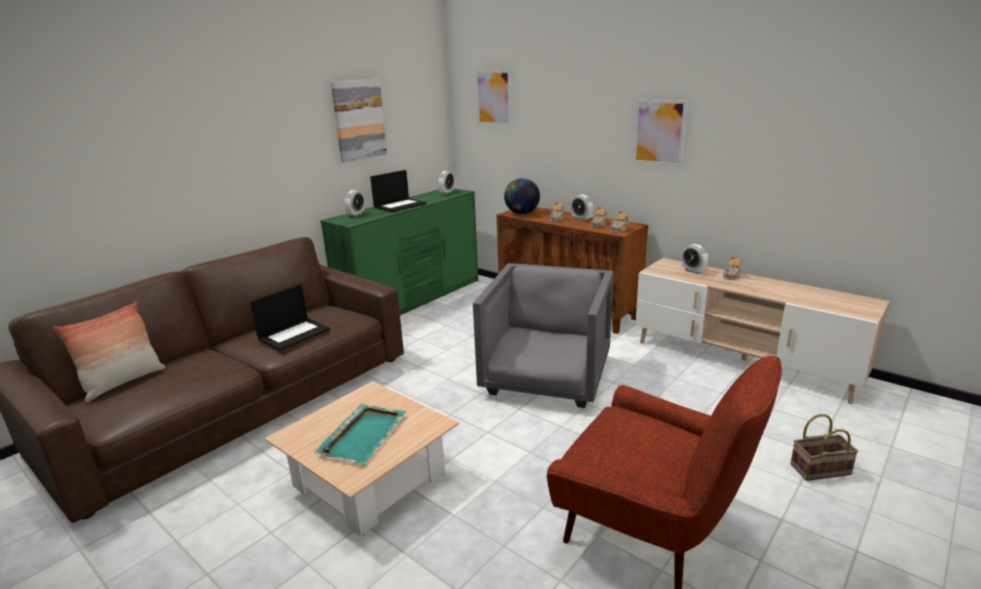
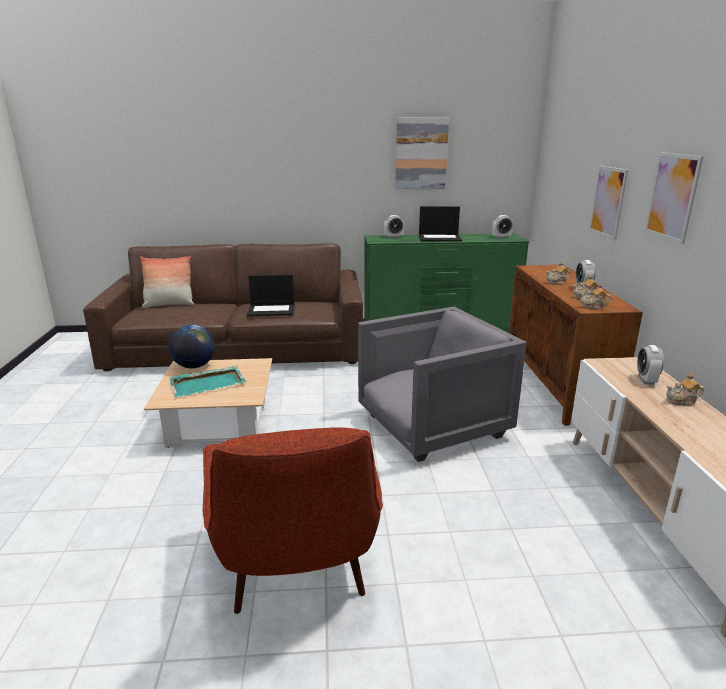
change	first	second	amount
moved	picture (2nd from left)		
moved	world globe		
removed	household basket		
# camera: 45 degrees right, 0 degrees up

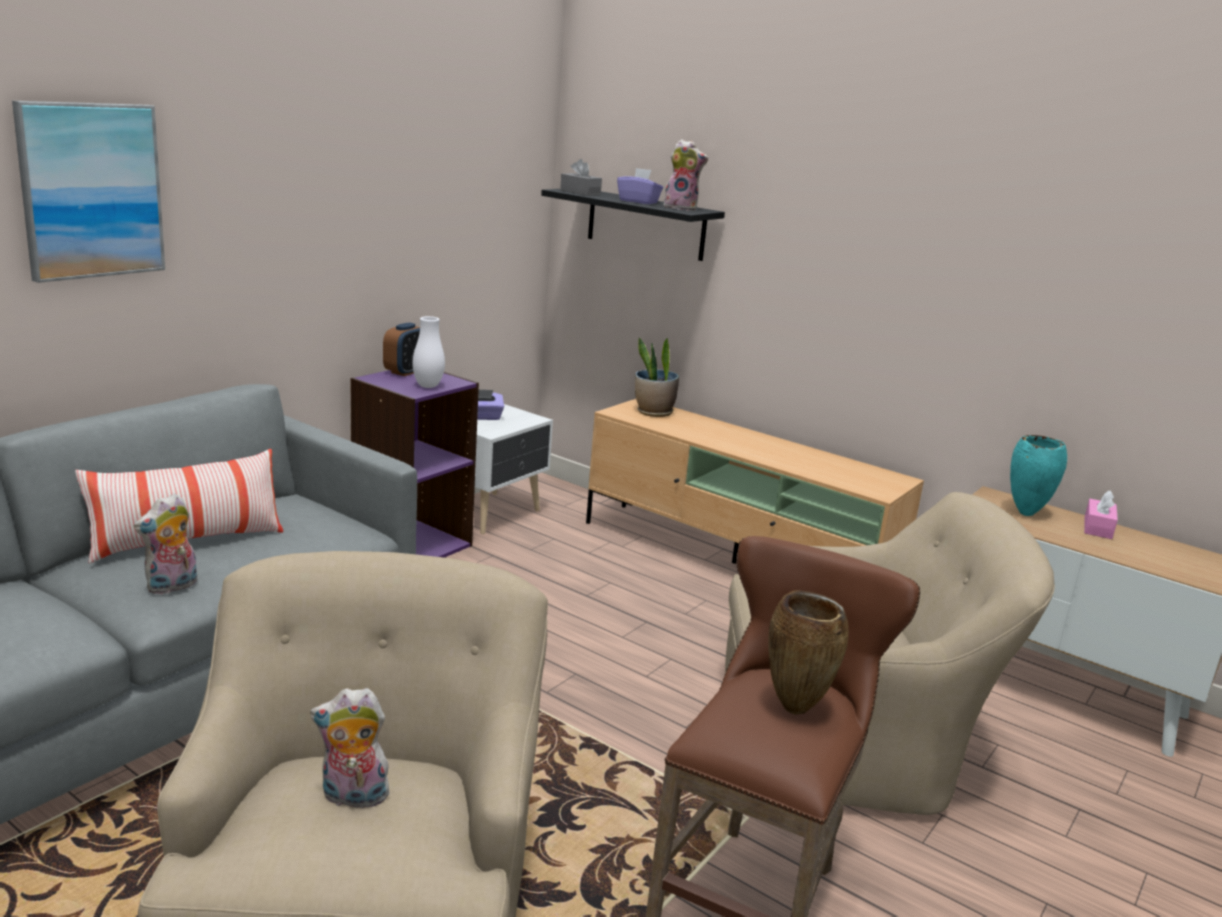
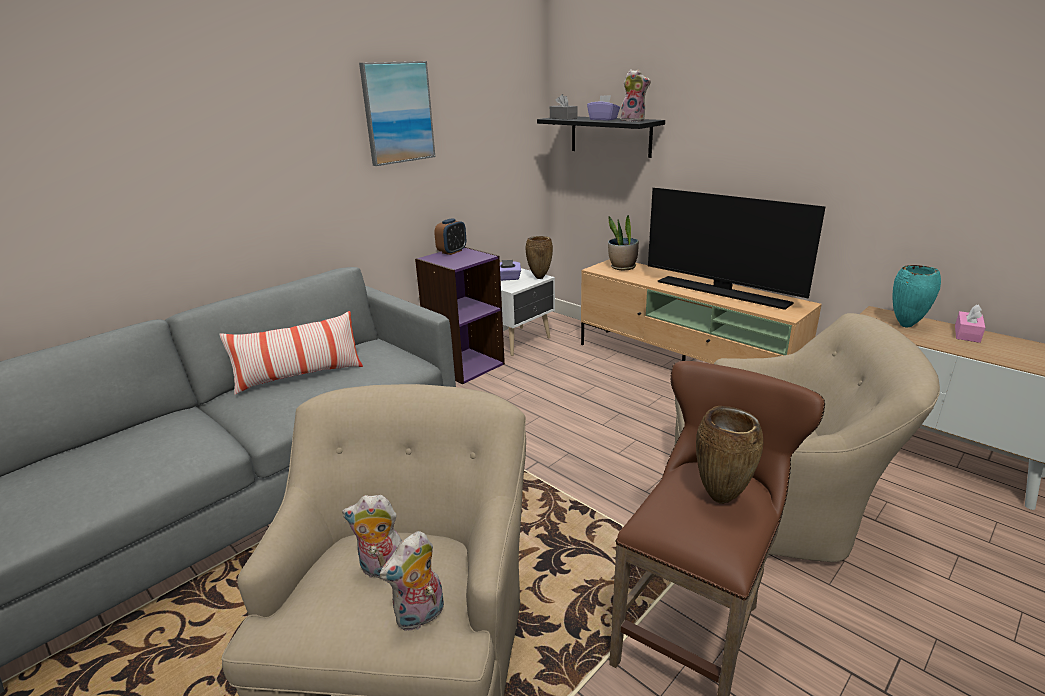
change	first	second	amount
moved	picture		
removed	flower vase (white-coloured)		
moved	plush toy (1st from left in the first image)	plush toy (2nd from left)	
added		television	
added		flower vase (brown) (1st from left)	
# camera: 10 degrees right, 5 degrees up

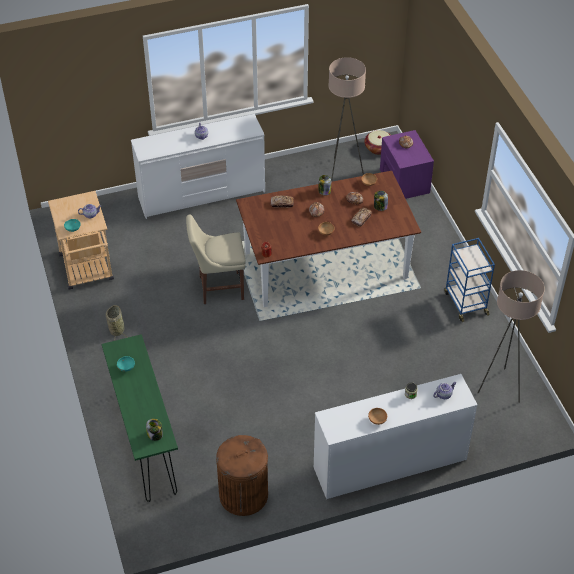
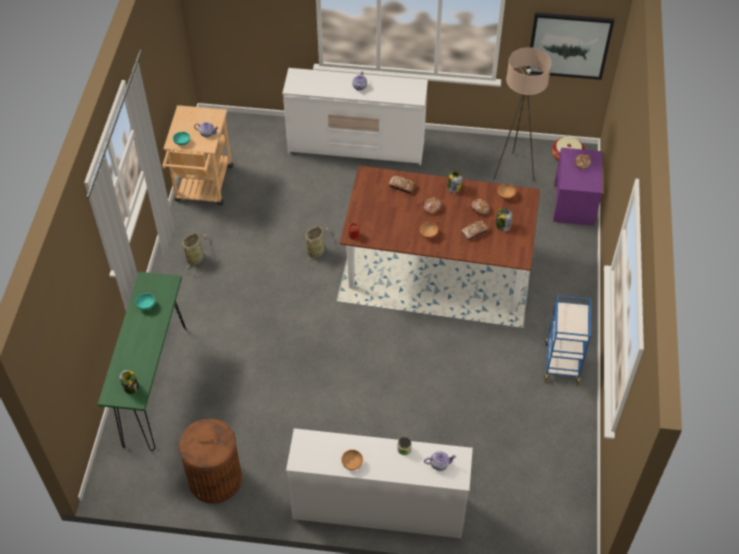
change	first	second	amount
replaced	plain chair (beige-coloured)	household basket (2nd from left)	
removed	standard lamp (beige-coloured) (2nd from left)		
added		picture	
# camera: 25 degrees right, 5 degrees up

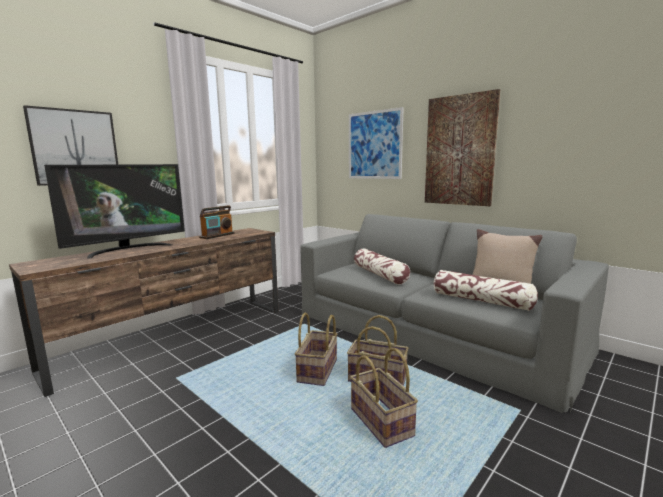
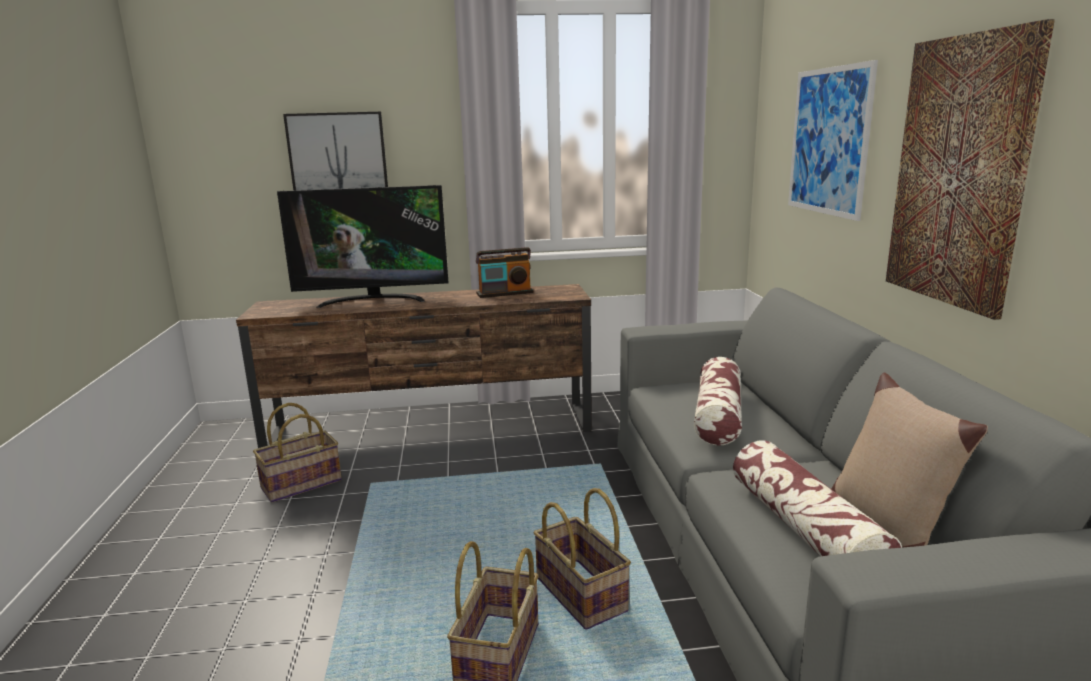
change	first	second	amount
moved	household basket (1st from left)		
# camera: 40 degrees right, 5 degrees up

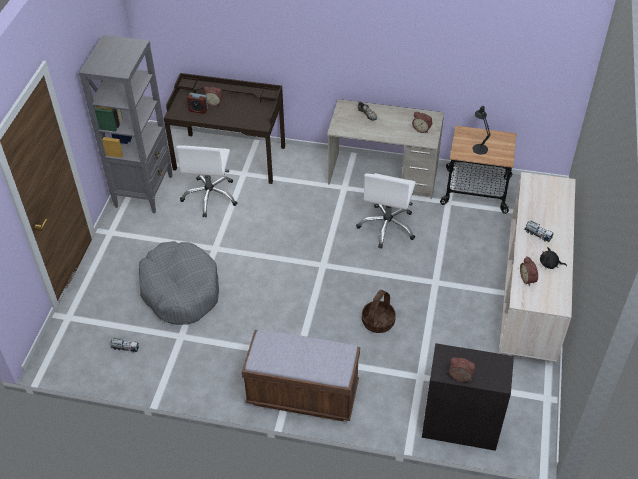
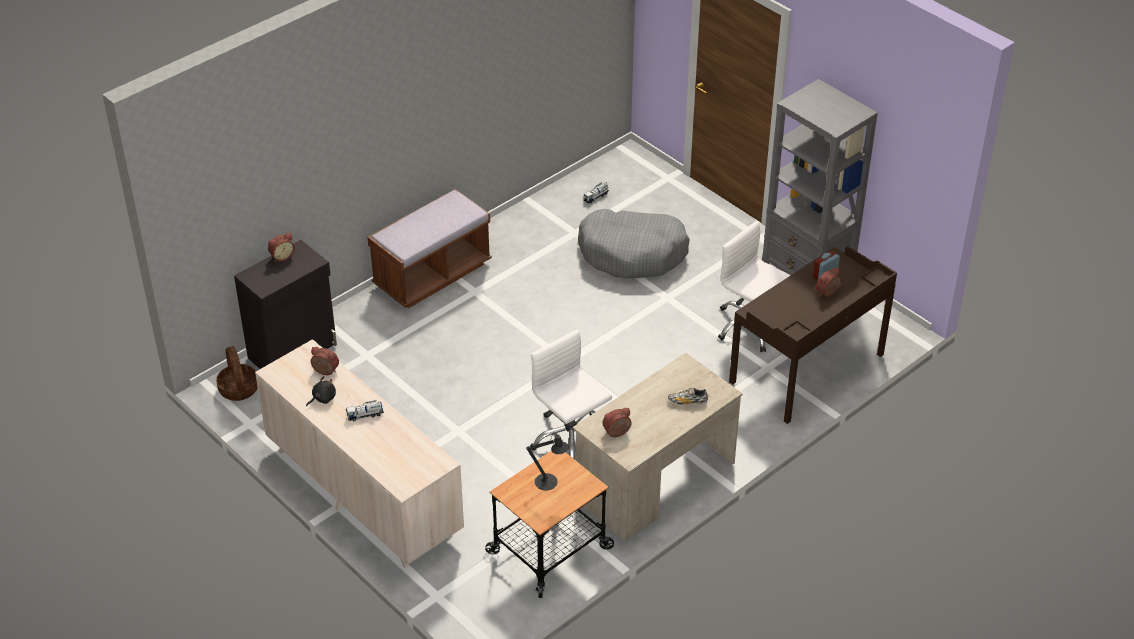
change	first	second	amount
moved	household basket		
# camera: 125 degrees right, 5 degrees down

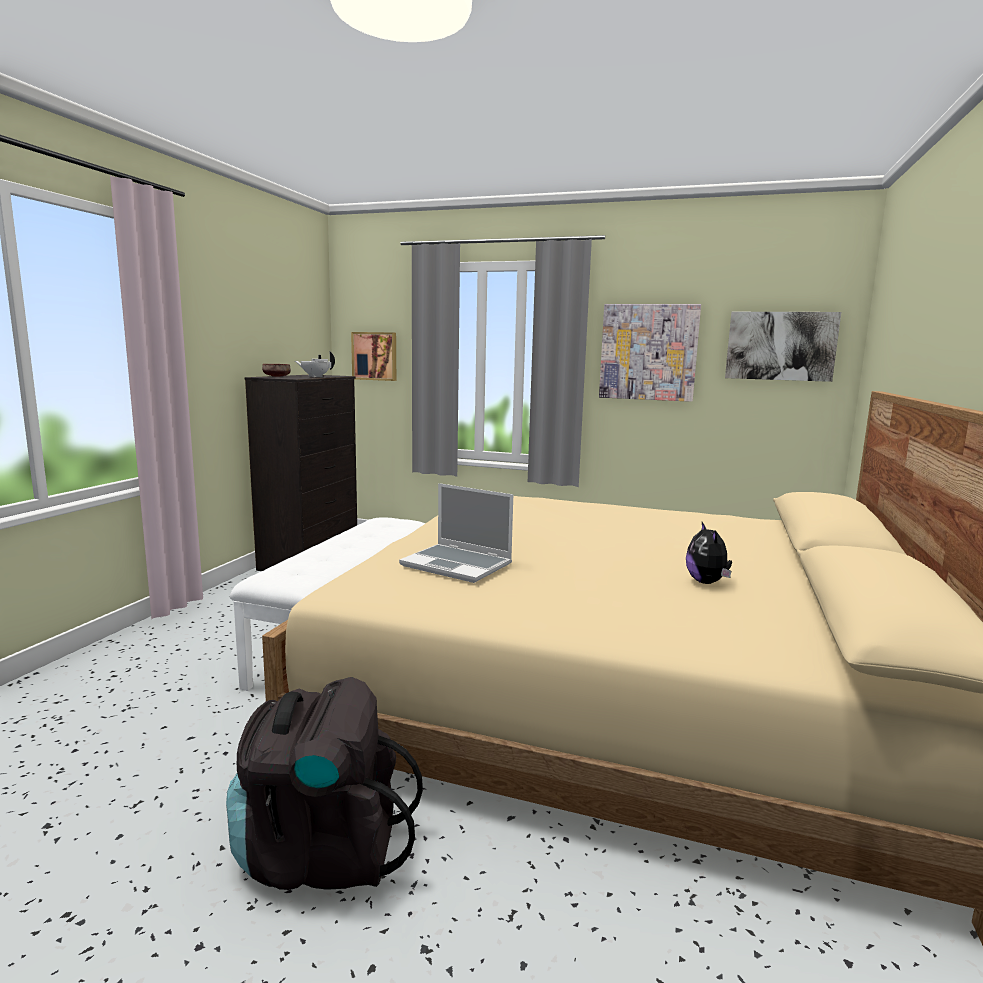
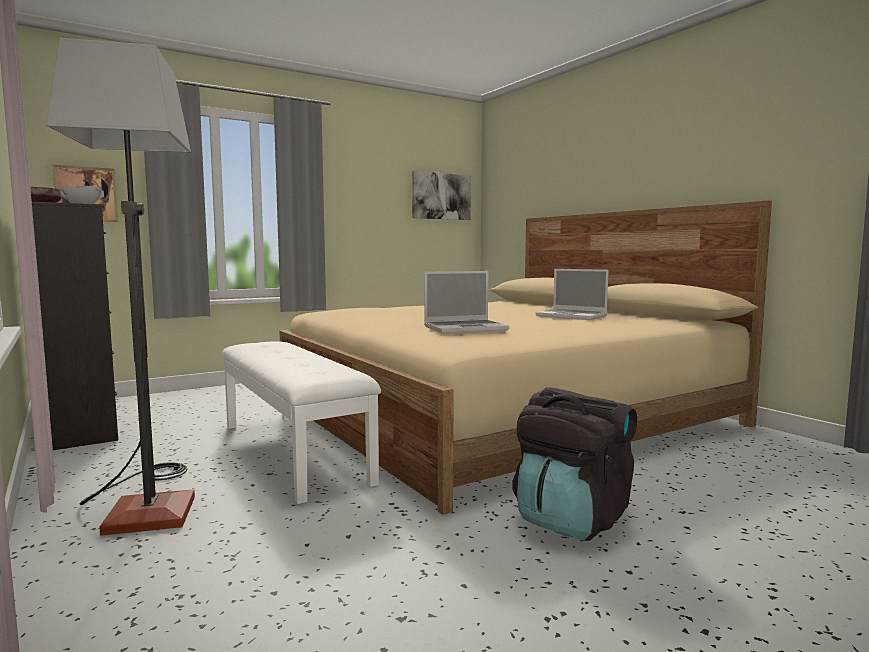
change	first	second	amount
removed	picture (2nd from left)		
replaced	plush toy	notebook computer (2nd from left)	
added		standard lamp	
# camera: 50 degrees left, 5 degrees down

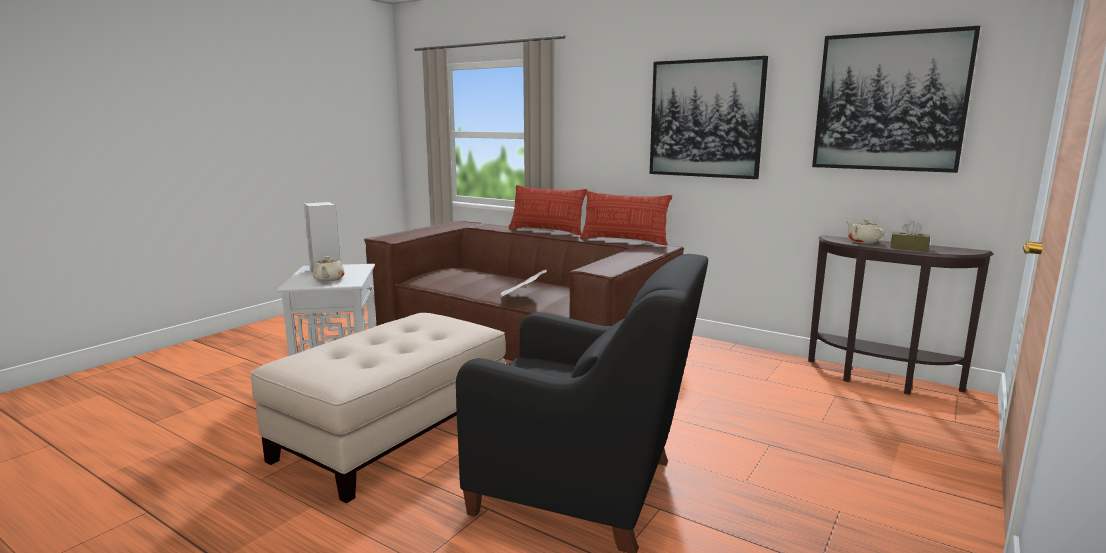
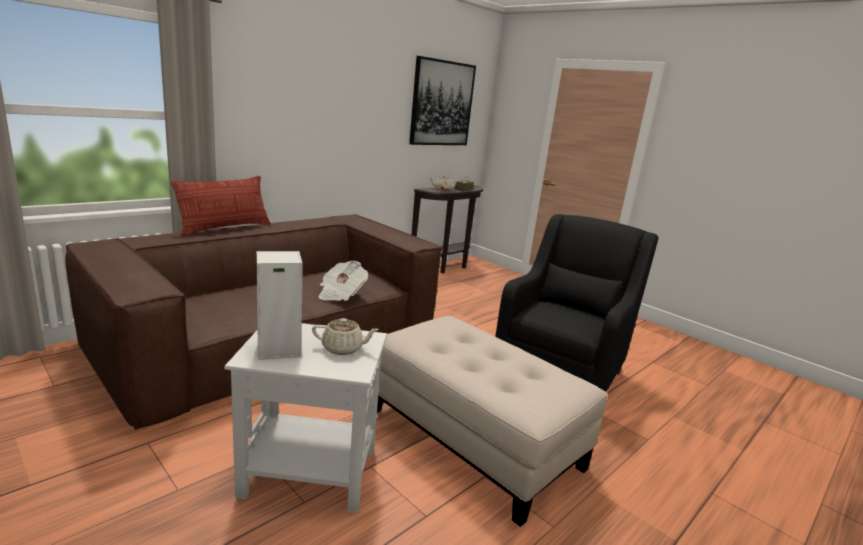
change	first	second	amount
removed	picture (1st from left)		
removed	throw pillow (2nd from left)		
# camera: 80 degrees left, 5 degrees up

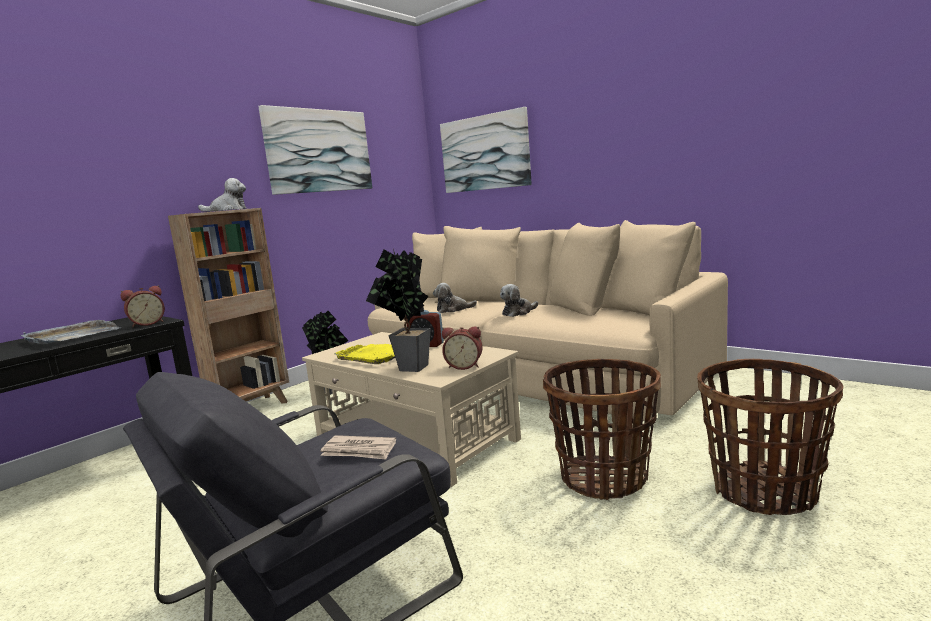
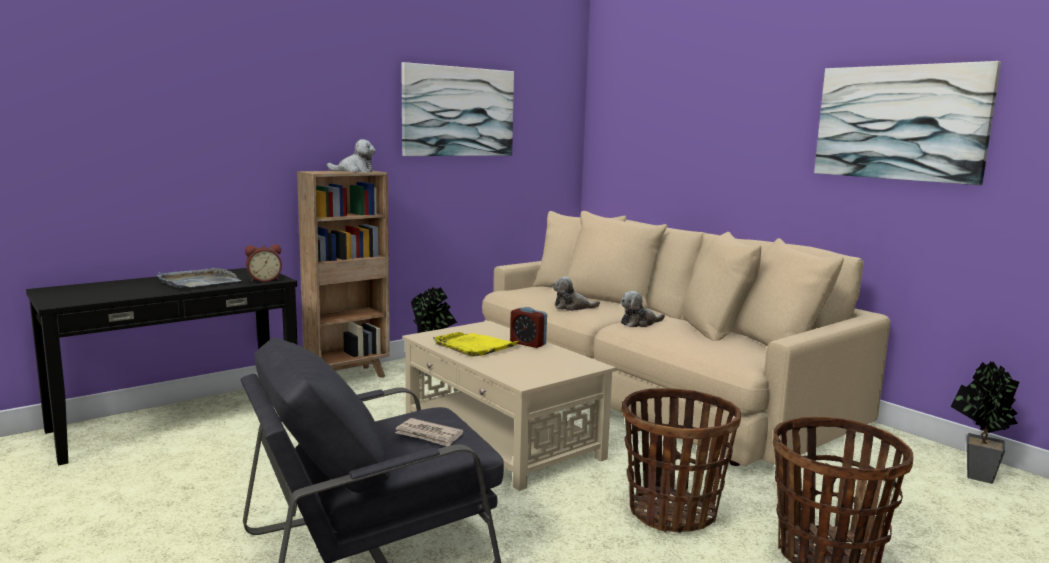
change	first	second	amount
moved	picture (2nd from left)		
moved	plant in a pot (2nd from left)		
removed	table clock (3rd from left)		
# camera: 10 degrees right, 0 degrees up

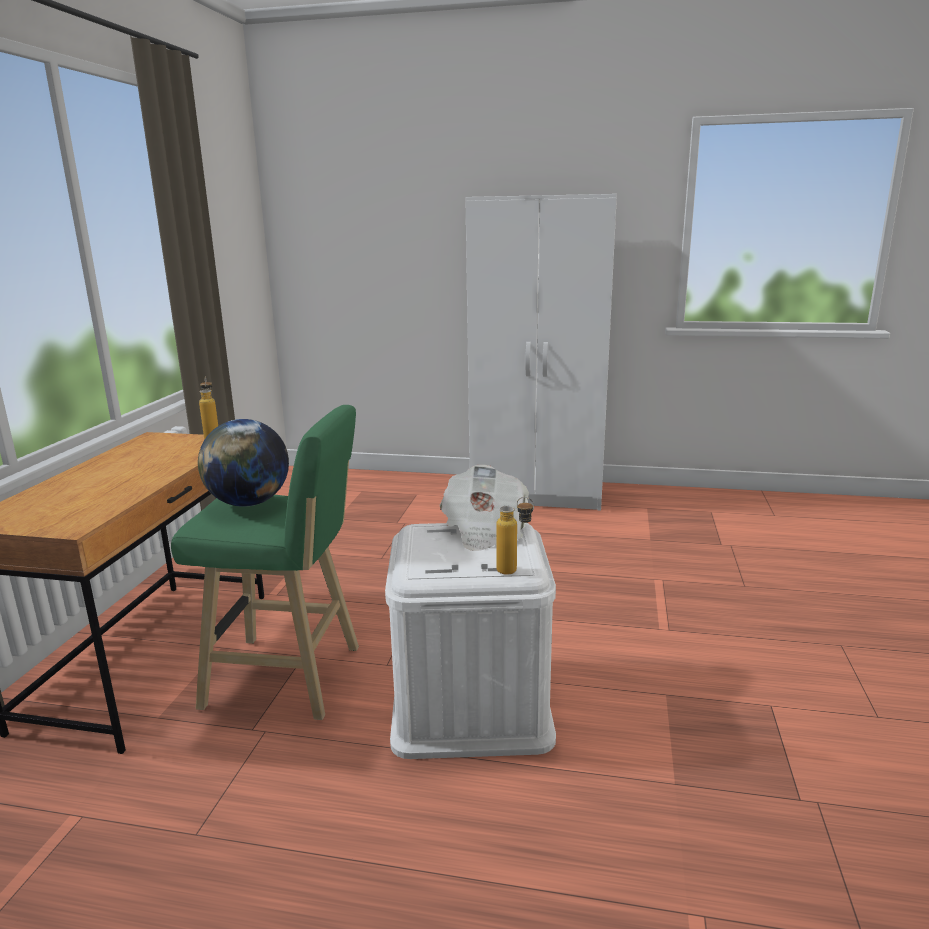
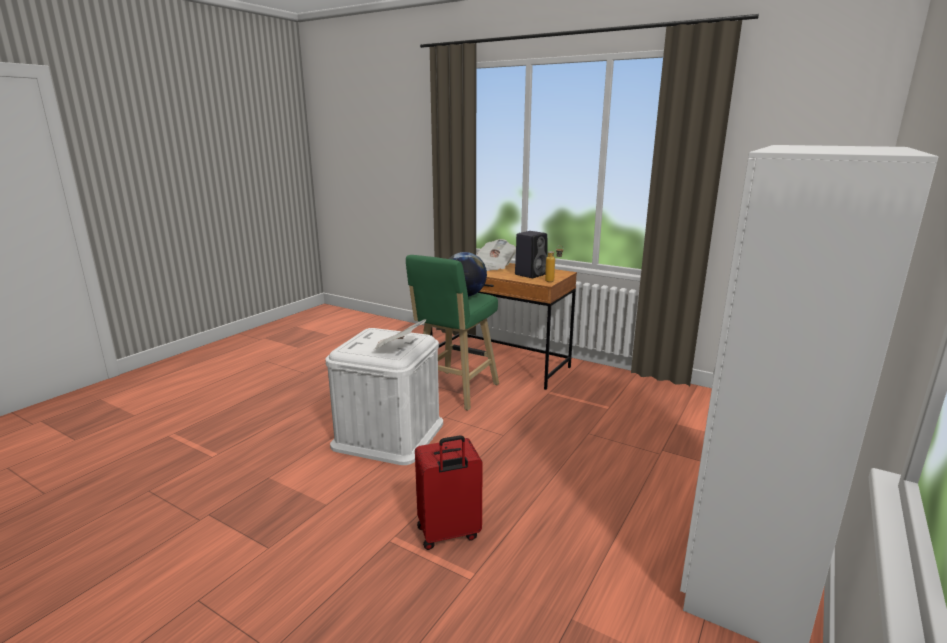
change	first	second	amount
removed	bottle (2nd from left)		
added		speaker (black)	
added		printed paper (2nd from left)	
added		piece of luggage (reddish)	
# camera: 110 degrees right, 0 degrees up

